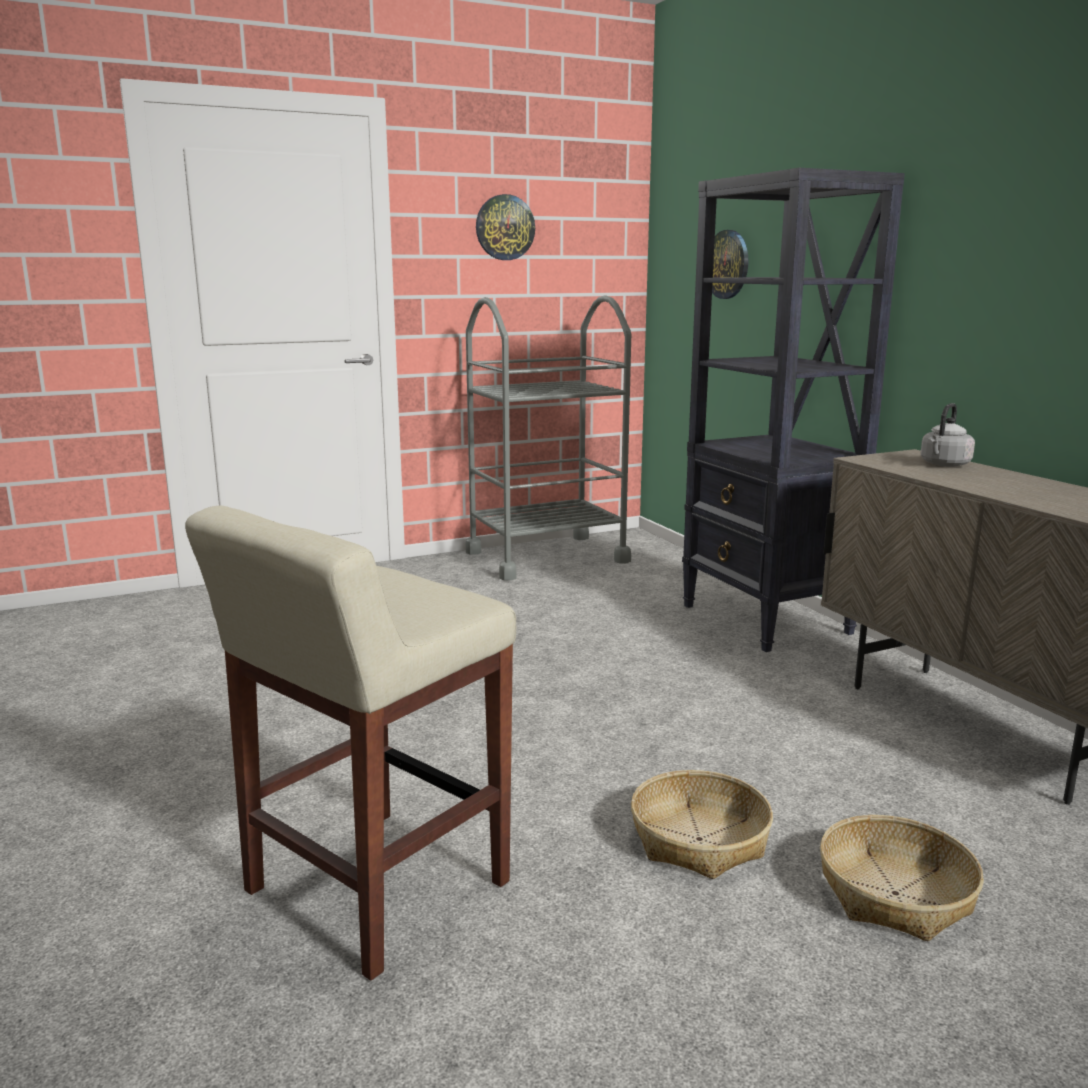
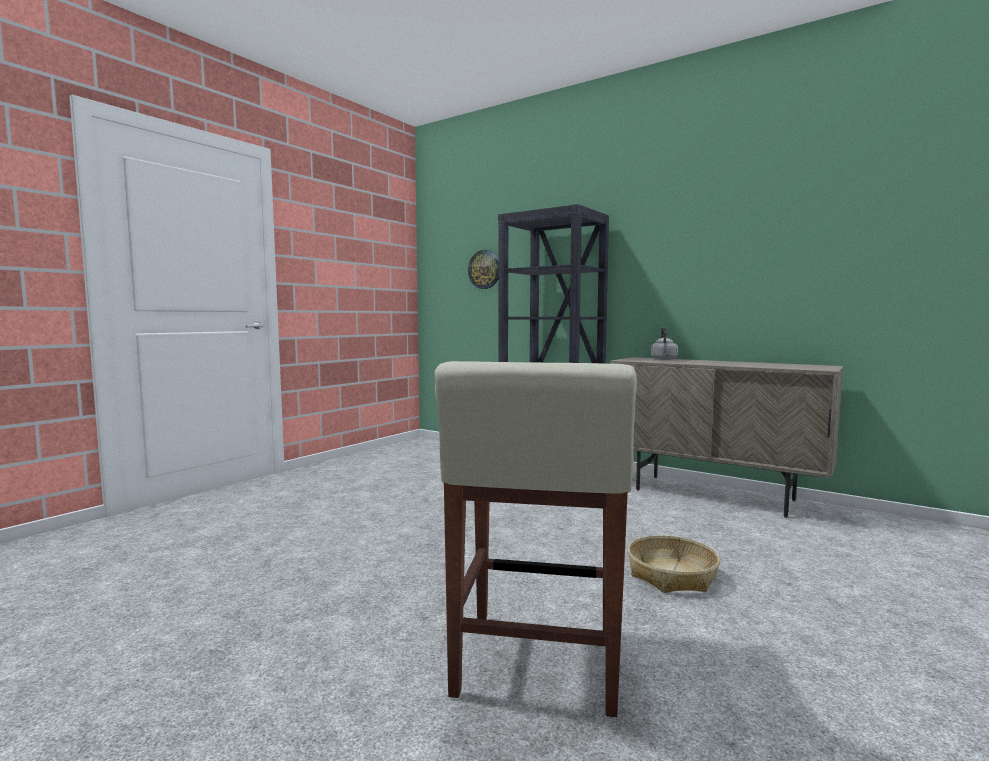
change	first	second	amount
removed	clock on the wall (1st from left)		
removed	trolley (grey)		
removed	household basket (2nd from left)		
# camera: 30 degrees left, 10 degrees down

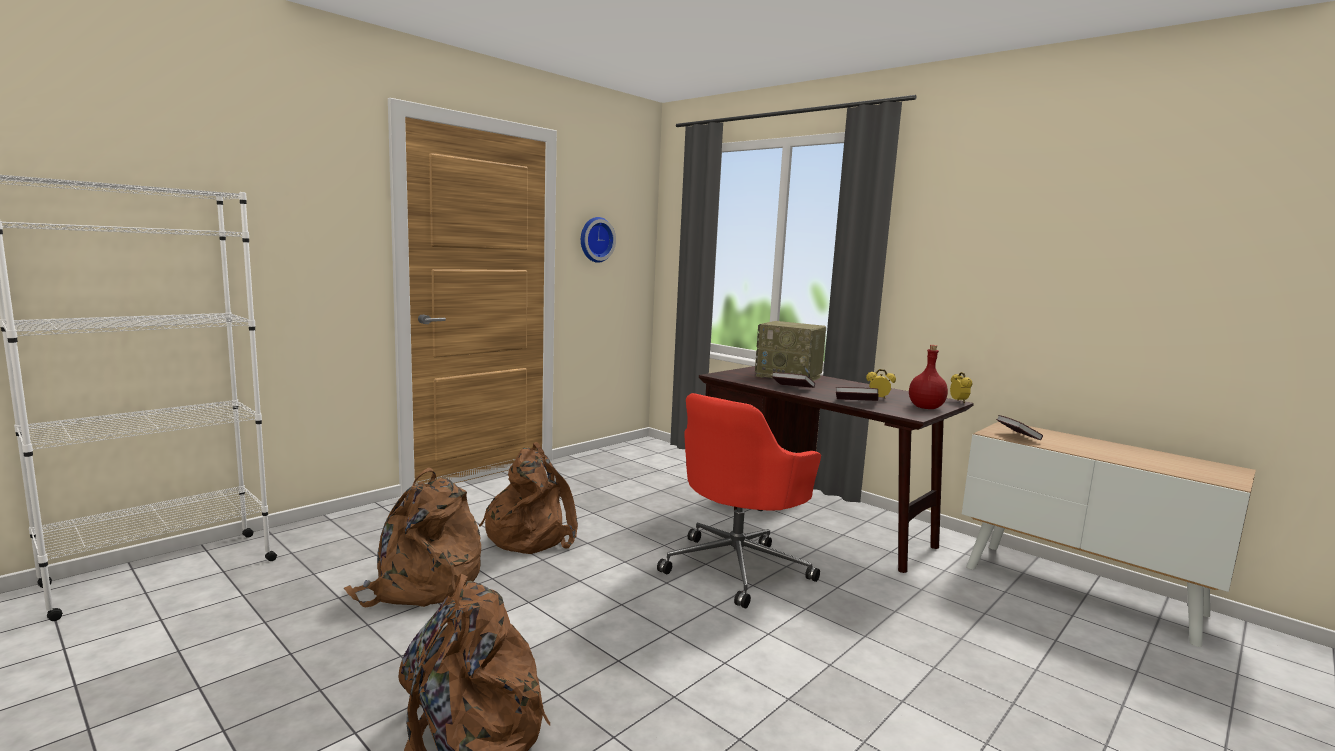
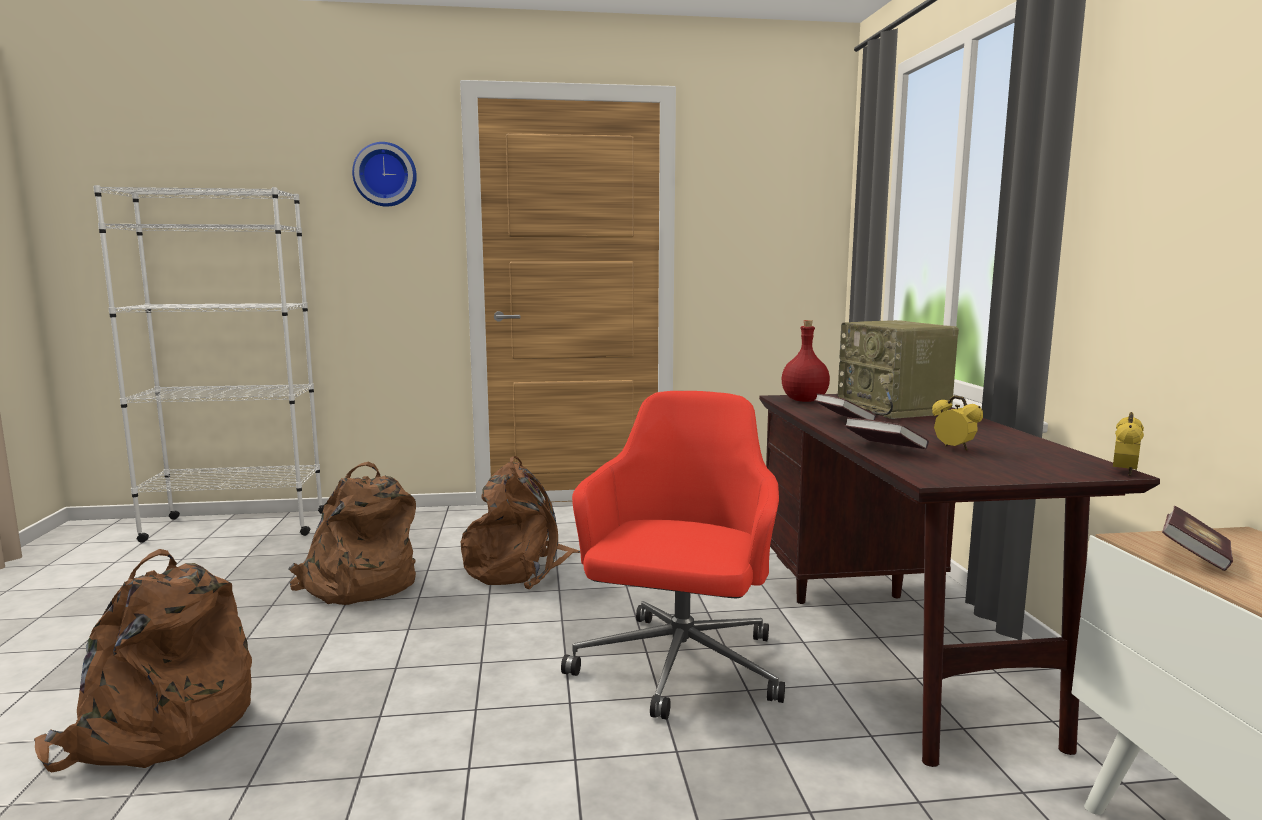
change	first	second	amount
moved	clock on the wall		
moved	bottle (reddish)		
turned	desk chair (reddish)		120 degrees clockwise
# camera: 40 degrees right, 0 degrees up

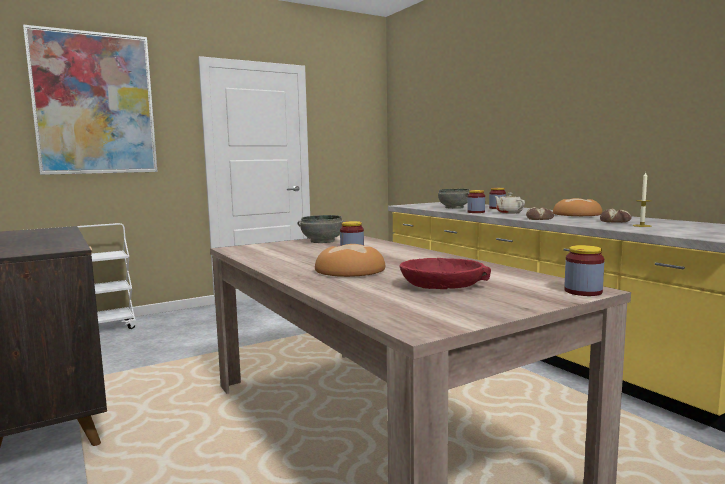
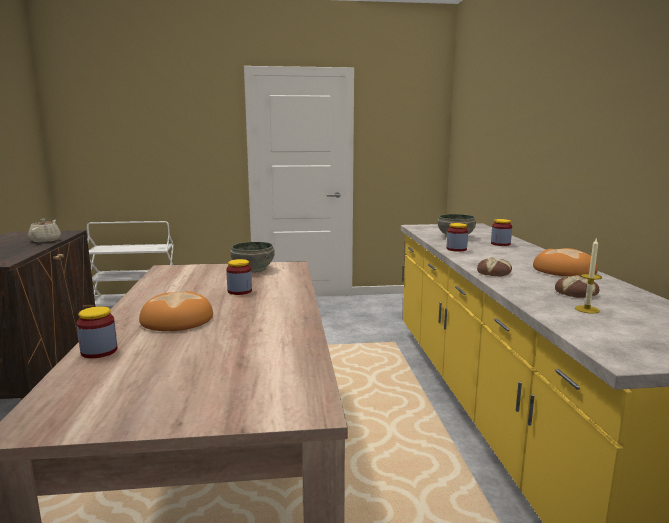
change	first	second	amount
removed	picture		
moved	teapot (beige-coloured)		
moved	preserve jar (4th from left in the first image)	preserve jar (1st from left)	
removed	bowl (reddish)		
# camera: 25 degrees right, 5 degrees up

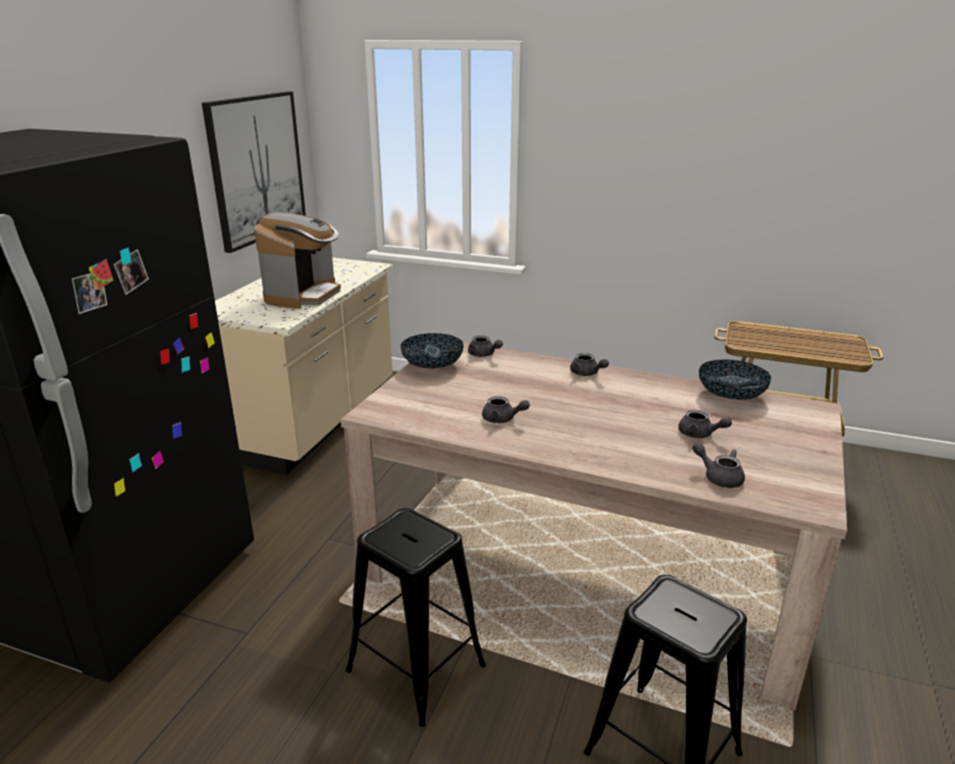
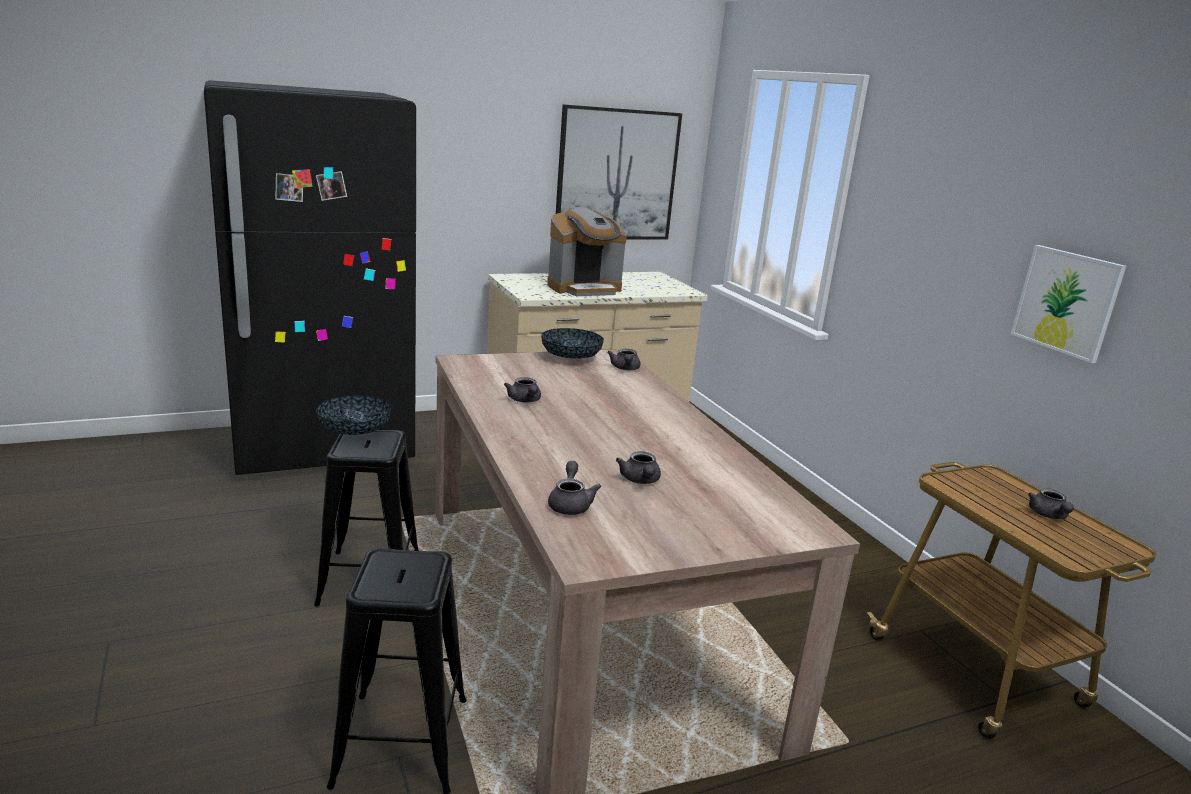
change	first	second	amount
moved	teapot (grey) (3rd from left in the first image)	teapot (grey) (5th from left)	
moved	bowl (2nd from left in the first image)	bowl (1st from left)	
added		picture (2nd from left)	
# camera: 45 degrees right, 5 degrees down

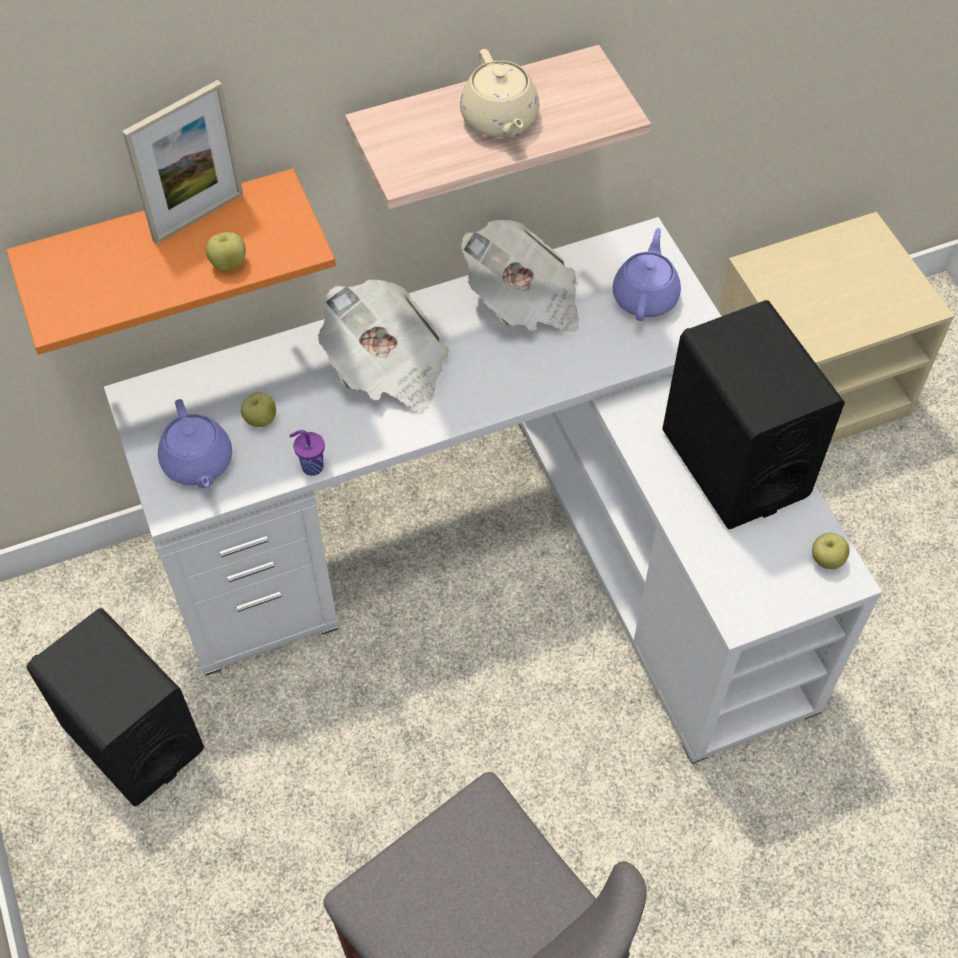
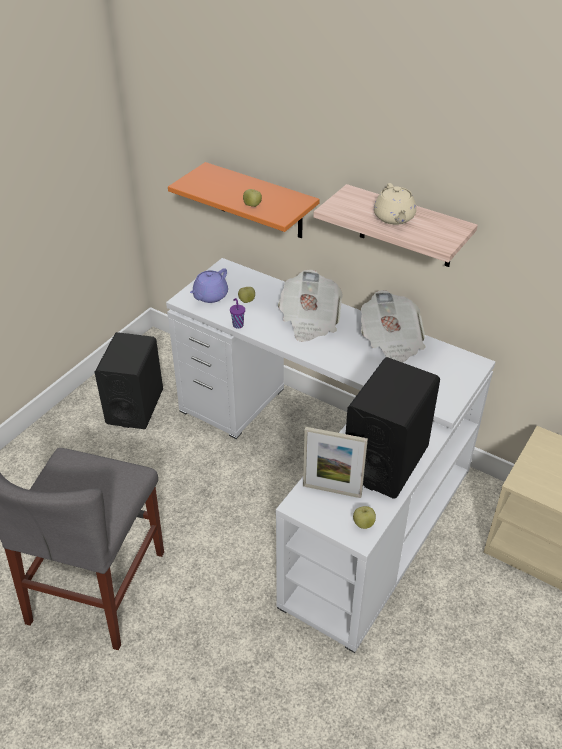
change	first	second	amount
turned	teapot (beige-coloured)		45 degrees counterclockwise
moved	picture frame		
removed	teapot (purple-coloured) (2nd from left)		
# camera: 55 degrees right, 15 degrees down

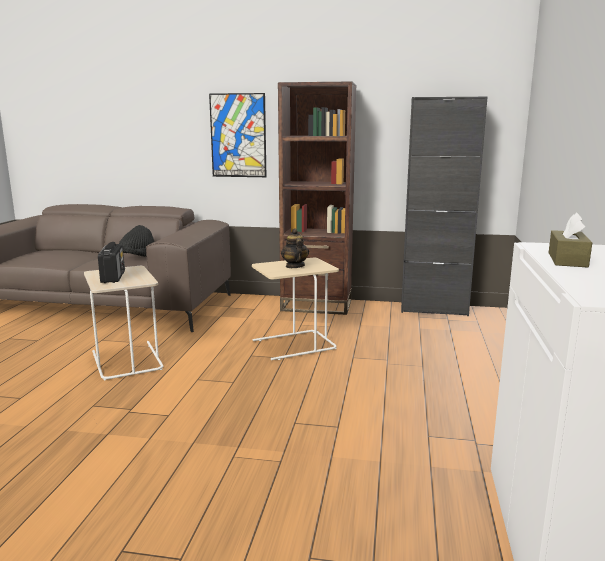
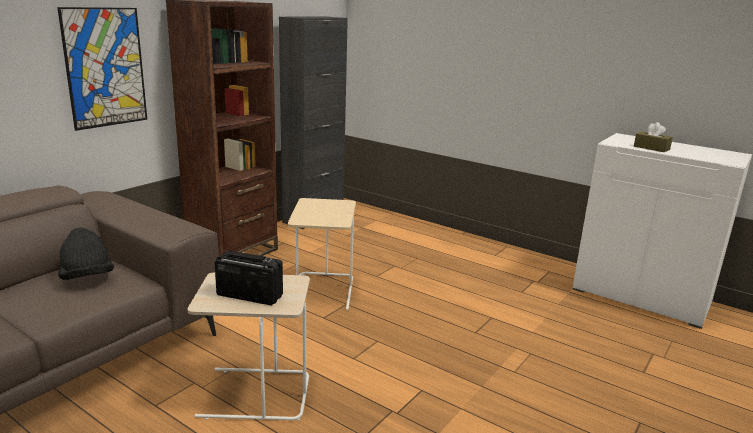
change	first	second	amount
removed	teapot		
# camera: 65 degrees left, 5 degrees up

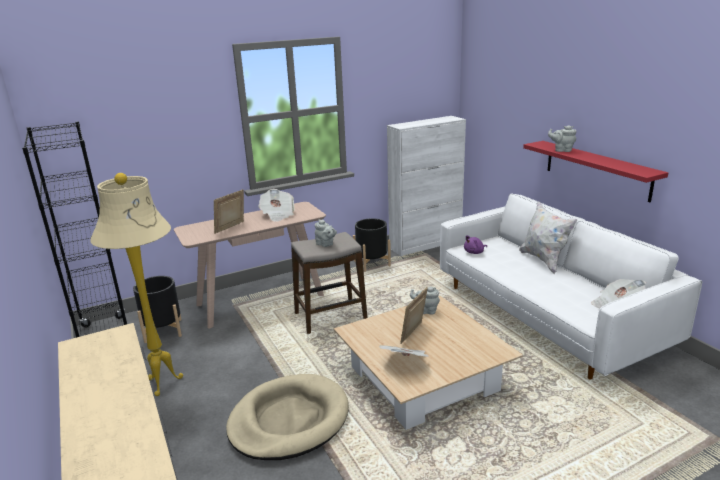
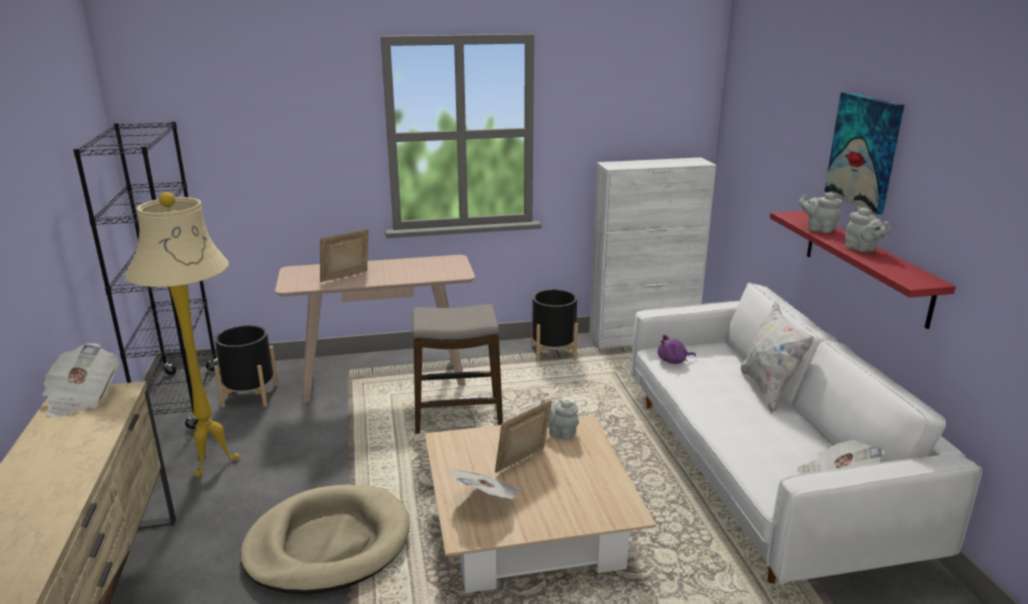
change	first	second	amount
moved	printed paper (1st from left)		
moved	teapot (grey) (1st from left in the first image)	teapot (grey) (3rd from left)	
added		picture	
# camera: 15 degrees right, 0 degrees up

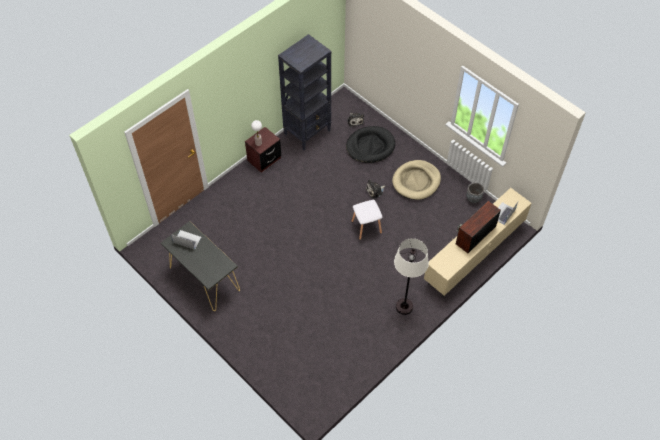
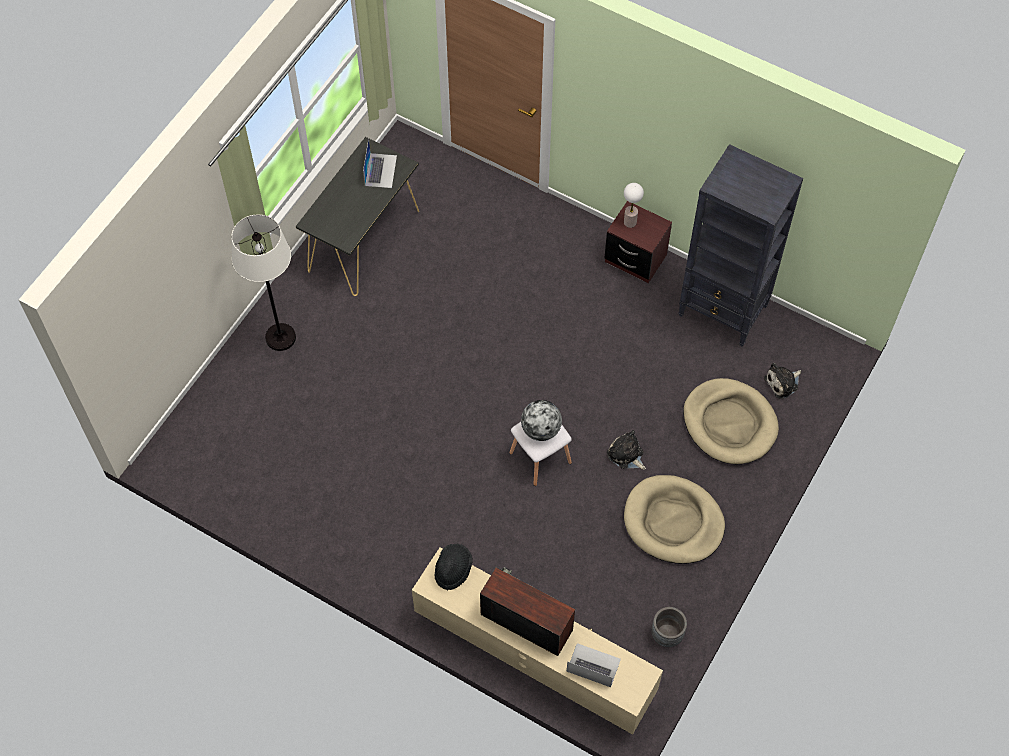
change	first	second	amount
recoloured	dog bed (black)	dog bed (beige-coloured) (2nd from left)	
moved	standard lamp (white-coloured)		
added		world globe	
added		clothing hat (black)	
# camera: 75 degrees right, 5 degrees up

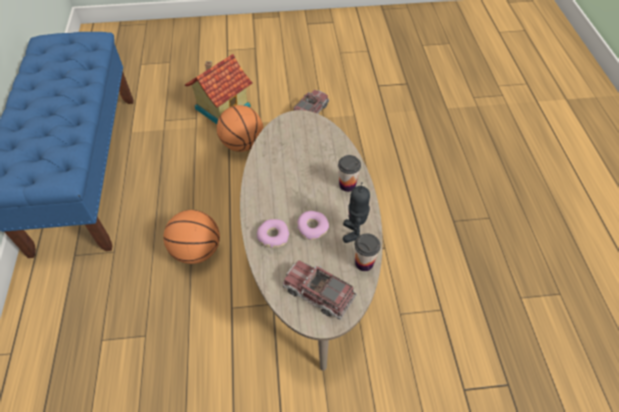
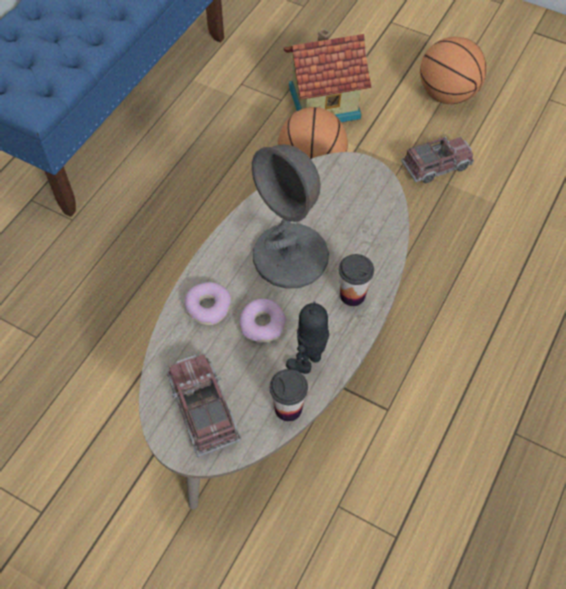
change	first	second	amount
moved	basketball (1st from left in the first image)	basketball (2nd from left)	
added		tabletop lamp (grey)	
# camera: 35 degrees right, 5 degrees up

